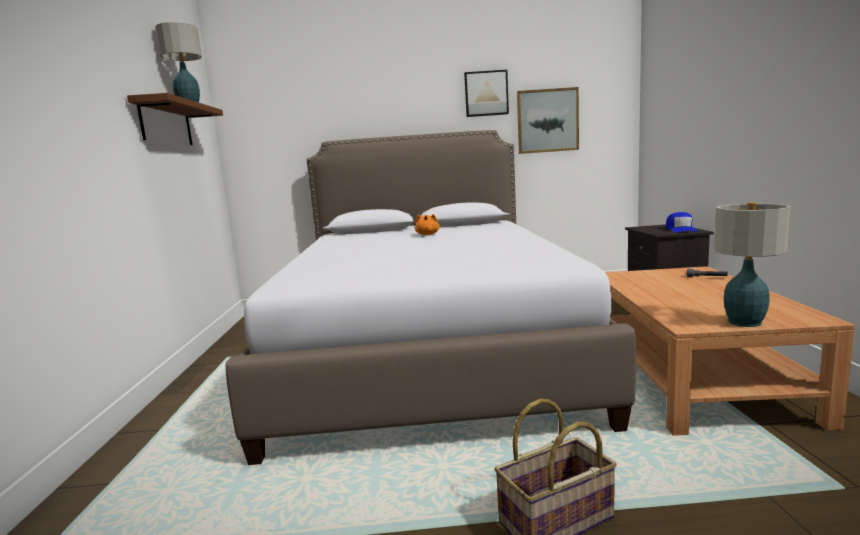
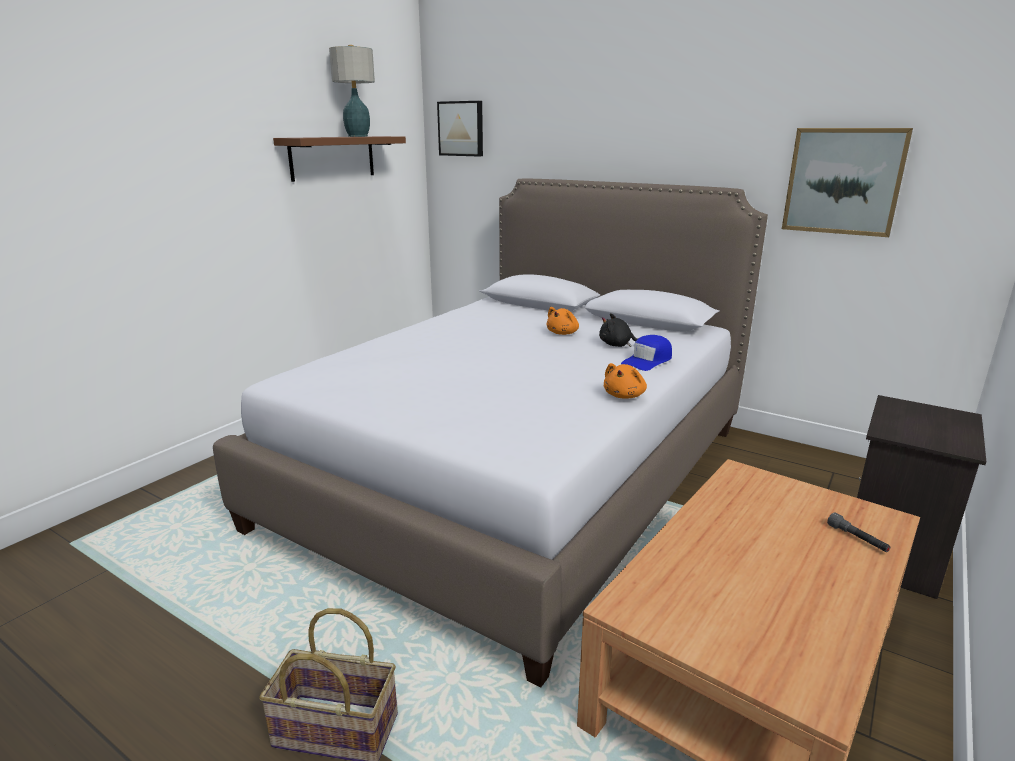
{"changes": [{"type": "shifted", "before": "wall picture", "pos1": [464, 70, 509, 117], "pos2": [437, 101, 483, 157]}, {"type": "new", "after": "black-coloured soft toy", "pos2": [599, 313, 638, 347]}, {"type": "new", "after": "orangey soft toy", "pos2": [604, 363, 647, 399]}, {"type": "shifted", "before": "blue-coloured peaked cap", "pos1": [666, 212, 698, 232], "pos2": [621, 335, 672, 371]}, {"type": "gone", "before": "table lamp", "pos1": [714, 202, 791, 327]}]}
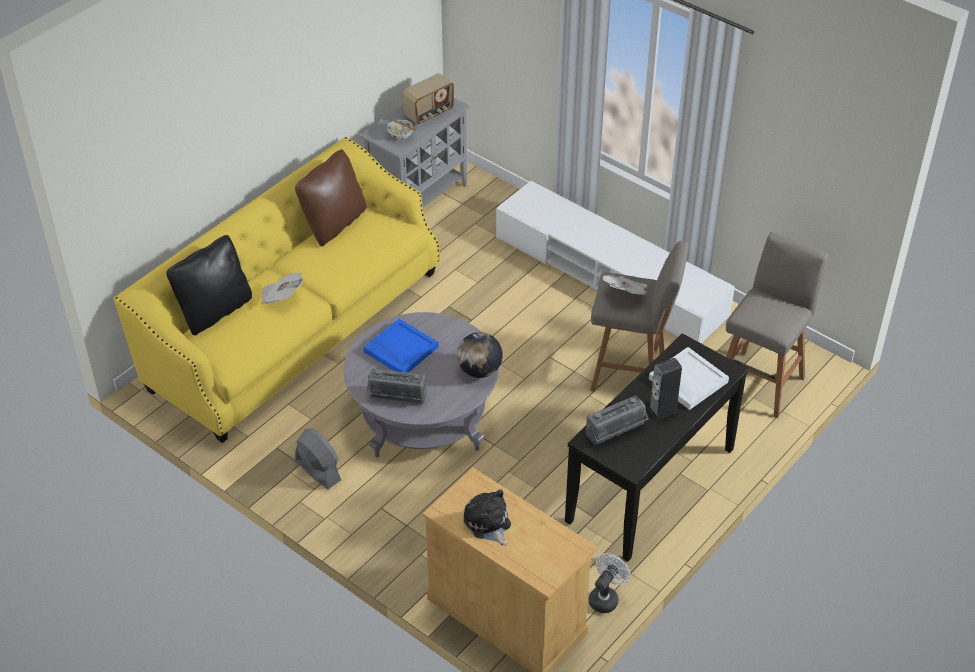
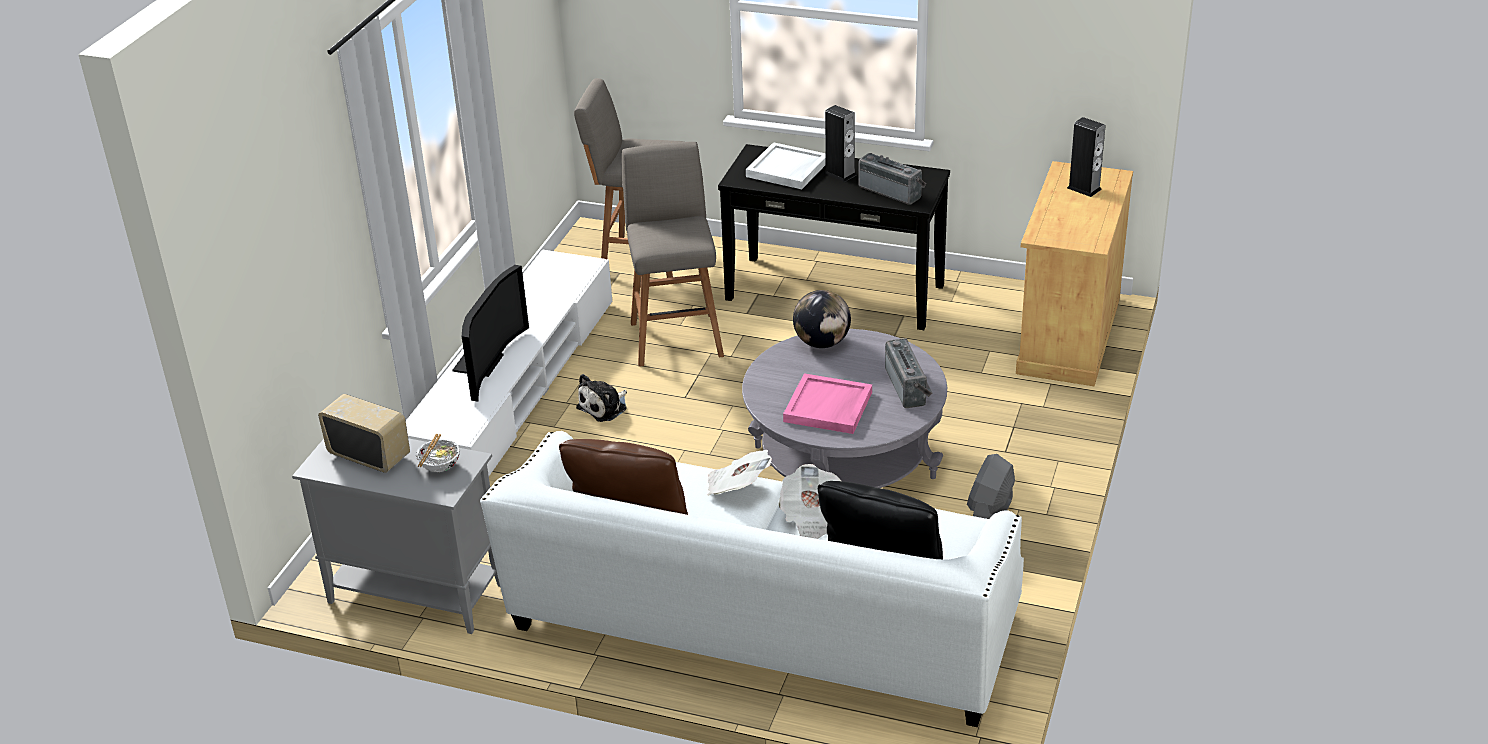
{"changes": [{"type": "new", "after": "television", "pos2": [452, 265, 529, 402]}, {"type": "repainted", "before": "yellow-coloured settee", "after": "whitish settee", "pos1": [114, 137, 440, 443], "pos2": [480, 431, 1024, 727]}, {"type": "shifted", "before": "soft toy", "pos1": [464, 489, 511, 546], "pos2": [576, 374, 627, 422]}, {"type": "shifted", "before": "newspaper", "pos1": [602, 275, 647, 295], "pos2": [707, 450, 772, 496]}, {"type": "repainted", "before": "blue-coloured carrying tray", "after": "pink carrying tray", "pos1": [363, 319, 439, 373], "pos2": [783, 373, 872, 434]}, {"type": "new", "after": "loudspeaker", "pos2": [1067, 117, 1105, 197]}, {"type": "gone", "before": "whitish electric fan", "pos1": [589, 553, 631, 613]}]}
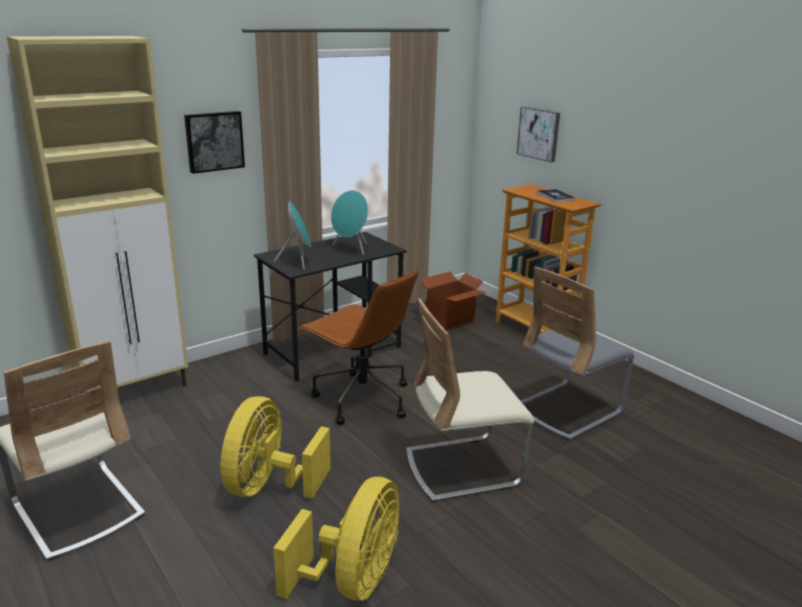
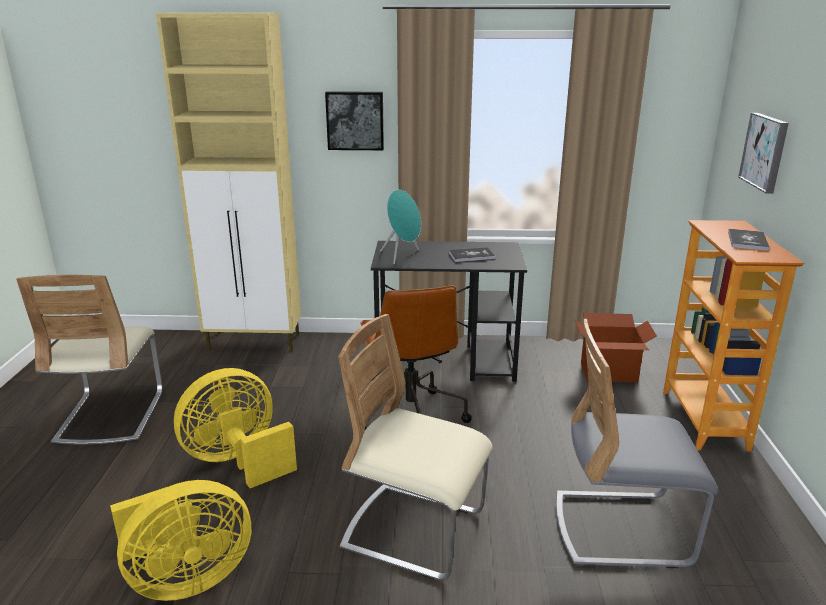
{"changes": [{"type": "swapped", "before": "turquoise loudspeaker", "after": "book", "pos1": [331, 190, 368, 255], "pos2": [449, 247, 496, 262]}]}
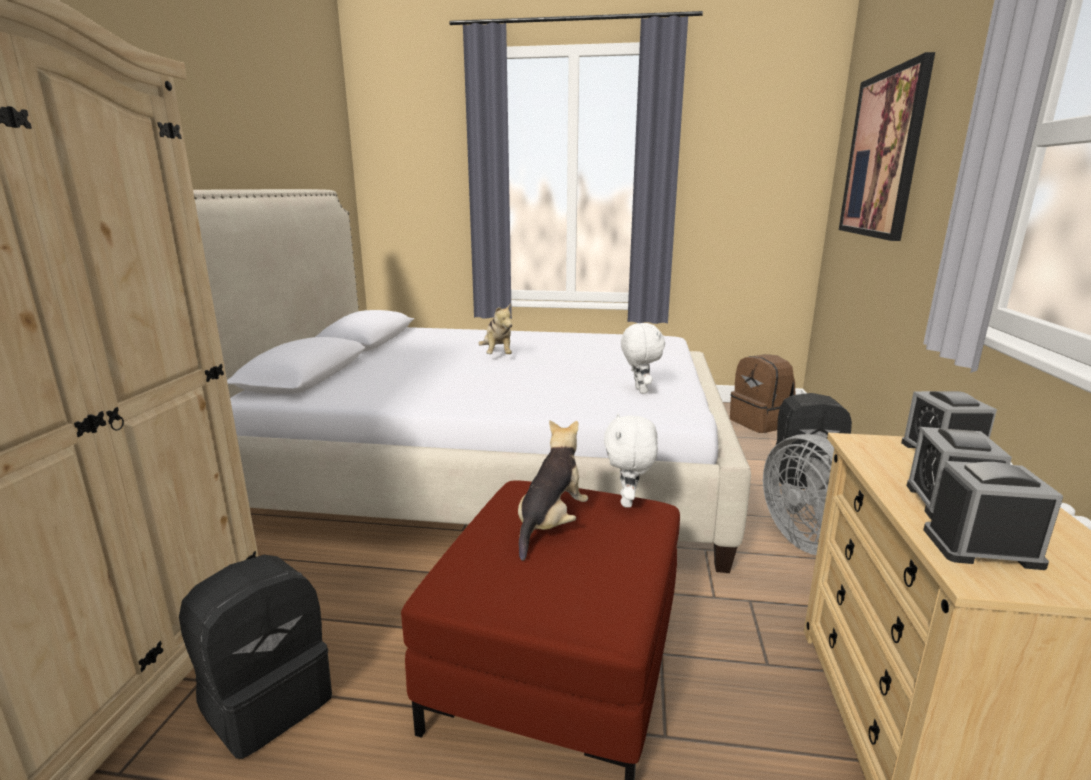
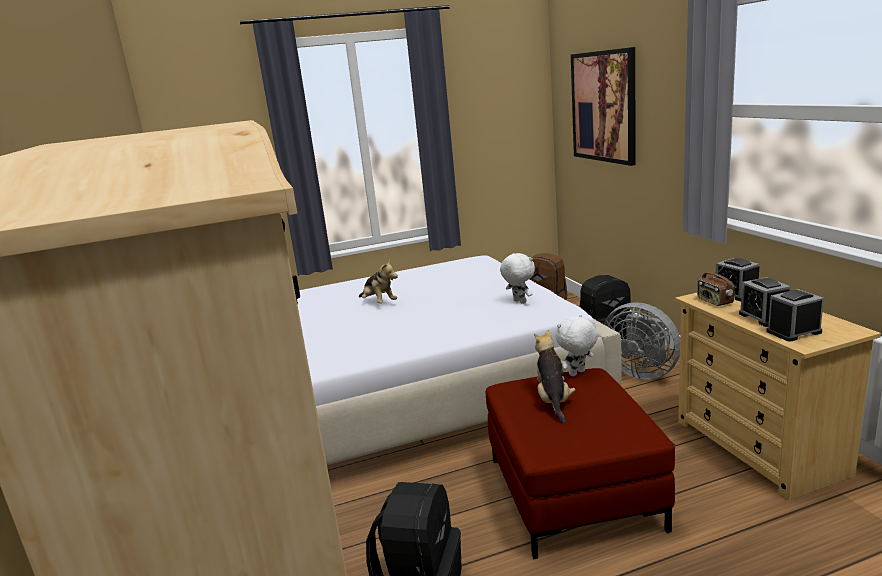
{"changes": [{"type": "rotated", "before": "whitish soft toy", "pos1": [604, 413, 658, 508], "pos2": [555, 314, 598, 376], "turn": 75}, {"type": "new", "after": "radio receiver", "pos2": [697, 264, 735, 306]}]}
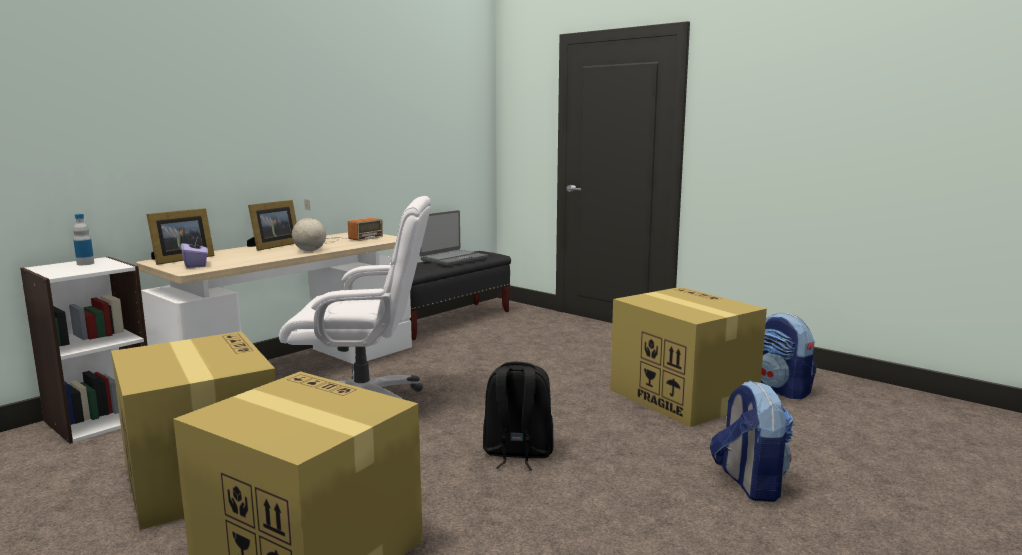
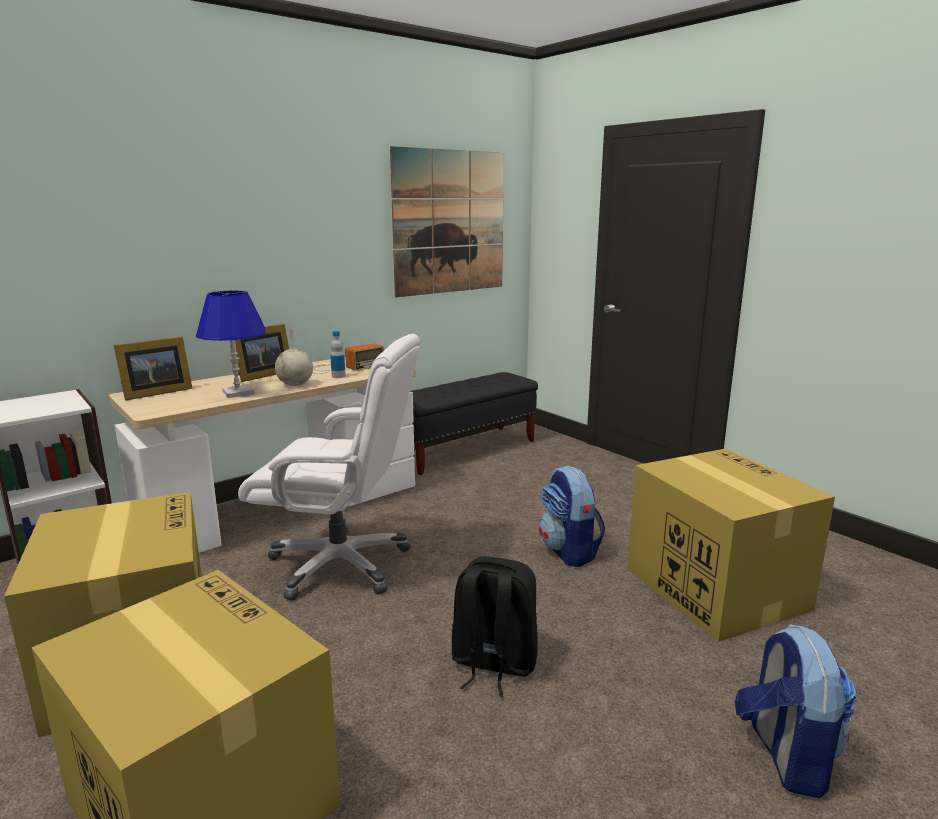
{"changes": [{"type": "new", "after": "blue-coloured table lamp", "pos2": [196, 290, 266, 398]}, {"type": "shifted", "before": "drink bottle", "pos1": [73, 213, 94, 265], "pos2": [330, 331, 346, 378]}, {"type": "new", "after": "wall picture", "pos2": [390, 146, 504, 297]}, {"type": "shifted", "before": "rucksack", "pos1": [761, 313, 816, 399], "pos2": [539, 466, 605, 567]}, {"type": "gone", "before": "purple-coloured box of tissues", "pos1": [181, 236, 208, 268]}, {"type": "gone", "before": "portable computer", "pos1": [419, 210, 488, 266]}]}
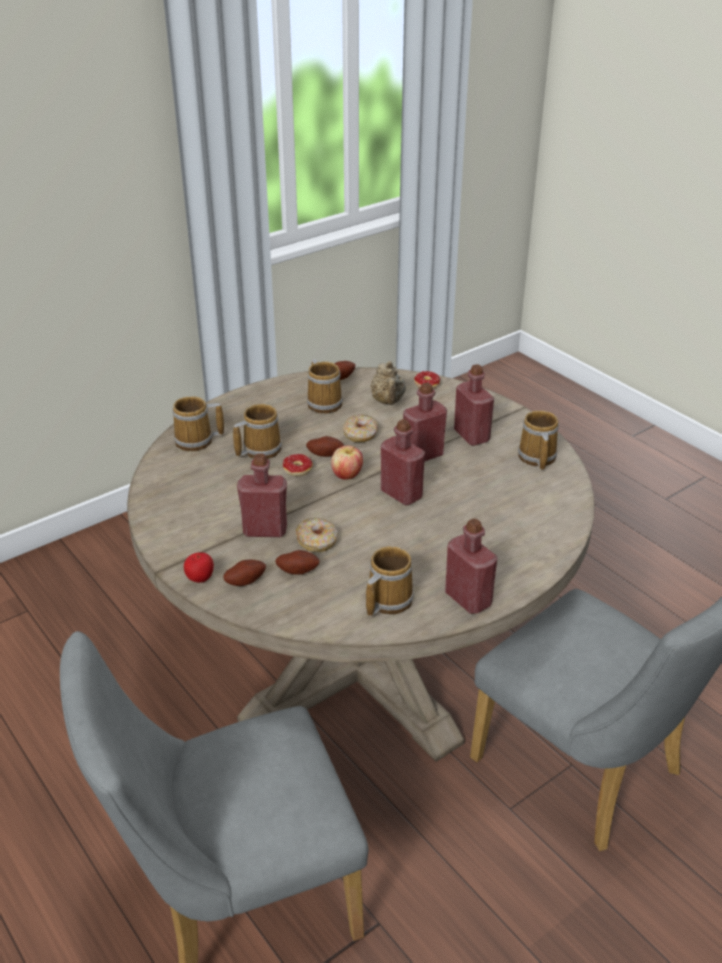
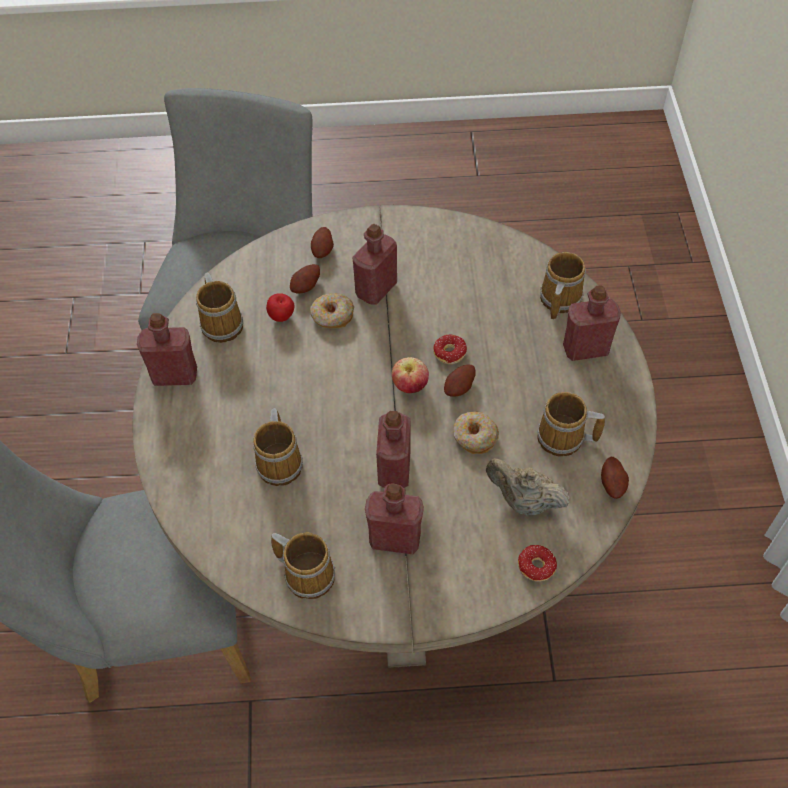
{"changes": [{"type": "shifted", "before": "mug", "pos1": [233, 404, 282, 459], "pos2": [253, 408, 303, 486]}, {"type": "shifted", "before": "apple", "pos1": [184, 552, 214, 583], "pos2": [266, 293, 294, 322]}, {"type": "shifted", "before": "reddish drink bottle", "pos1": [381, 419, 425, 506], "pos2": [563, 285, 621, 361]}]}
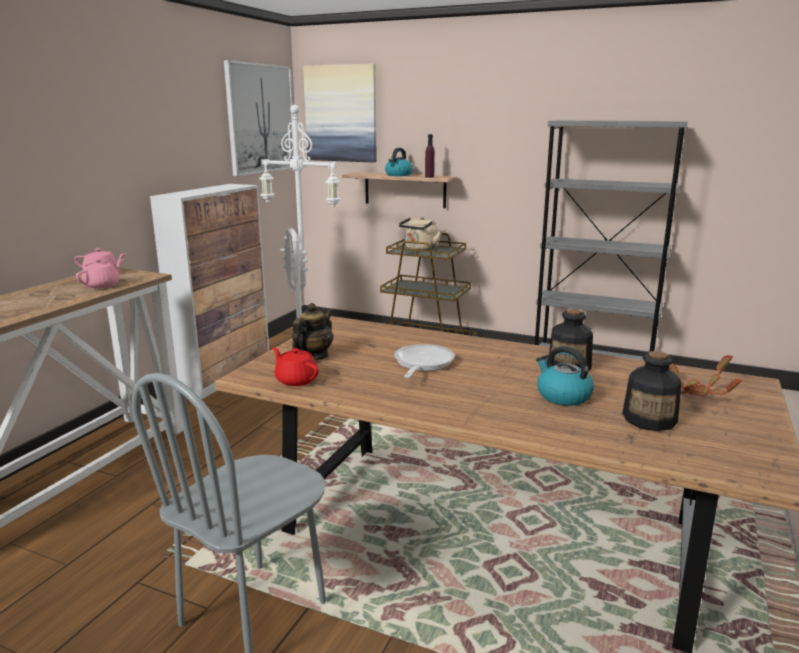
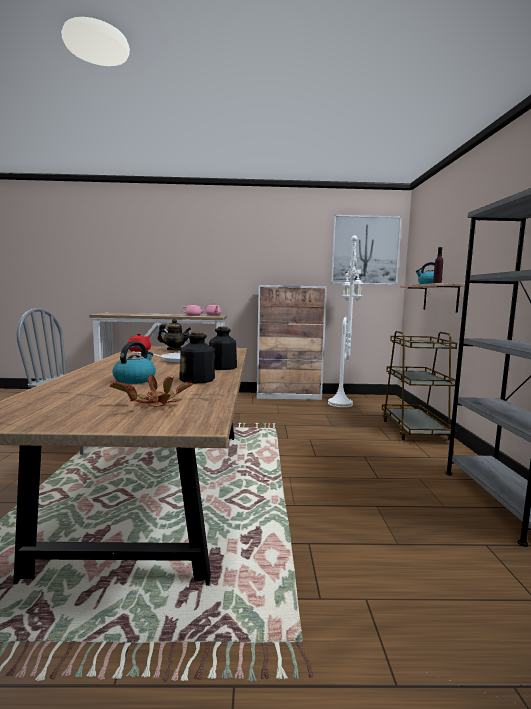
{"changes": [{"type": "shifted", "before": "drink bottle", "pos1": [622, 351, 682, 431], "pos2": [209, 327, 237, 370]}, {"type": "gone", "before": "wall picture", "pos1": [303, 64, 377, 162]}, {"type": "gone", "before": "sand-coloured tea kettle", "pos1": [399, 217, 441, 251]}]}
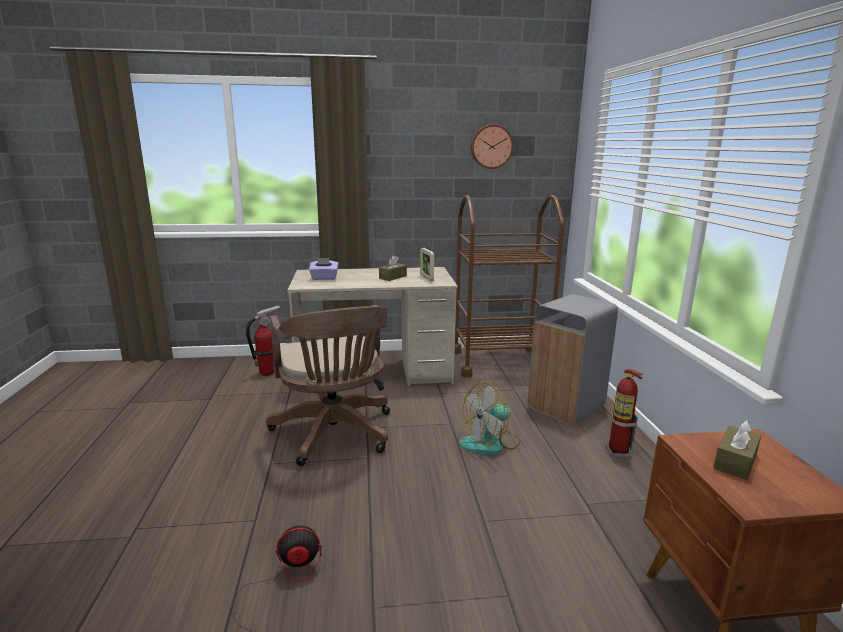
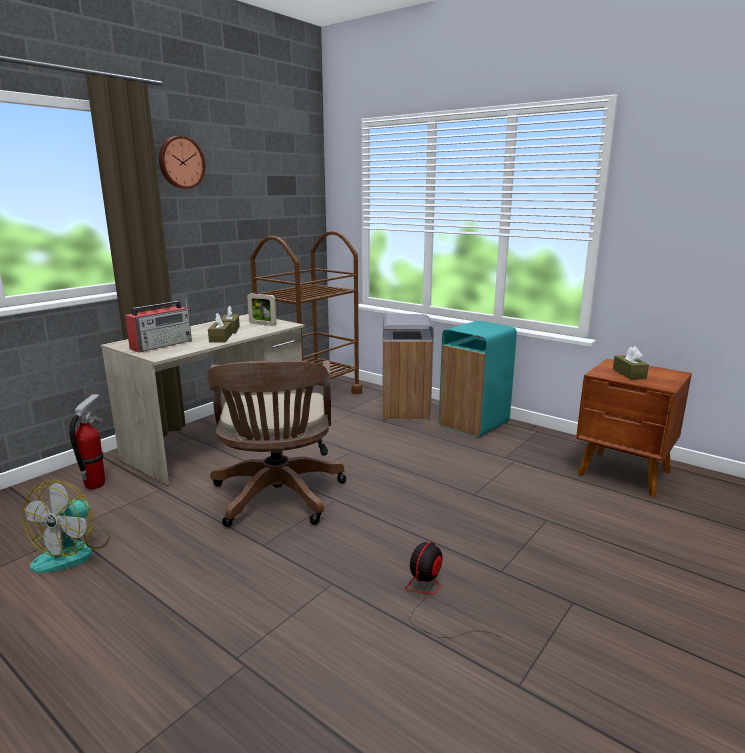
{"changes": [{"type": "shifted", "before": "electric fan", "pos1": [459, 382, 521, 455], "pos2": [22, 480, 111, 573]}, {"type": "swapped", "before": "purple-coloured box of tissues", "after": "radio receiver", "pos1": [309, 258, 339, 280], "pos2": [125, 299, 192, 352]}, {"type": "shifted", "before": "hanging clock", "pos1": [471, 124, 513, 169], "pos2": [159, 136, 205, 189]}, {"type": "rotated", "before": "brownish desk chair", "pos1": [266, 305, 390, 466], "pos2": [207, 360, 346, 527], "turn": 60}, {"type": "new", "after": "brownish box of tissues", "pos2": [208, 313, 232, 343]}, {"type": "swapped", "before": "fire-fighting cylinder", "after": "turquoise rubbish bin", "pos1": [605, 369, 643, 457], "pos2": [439, 321, 517, 437]}]}
